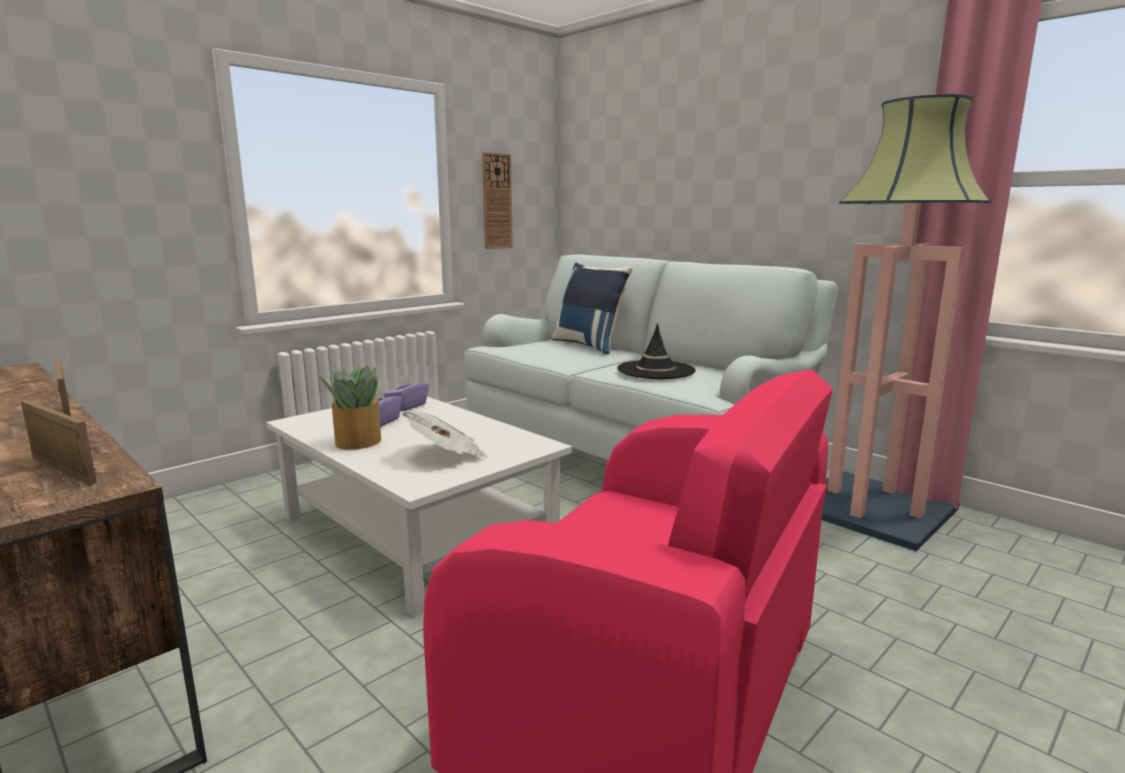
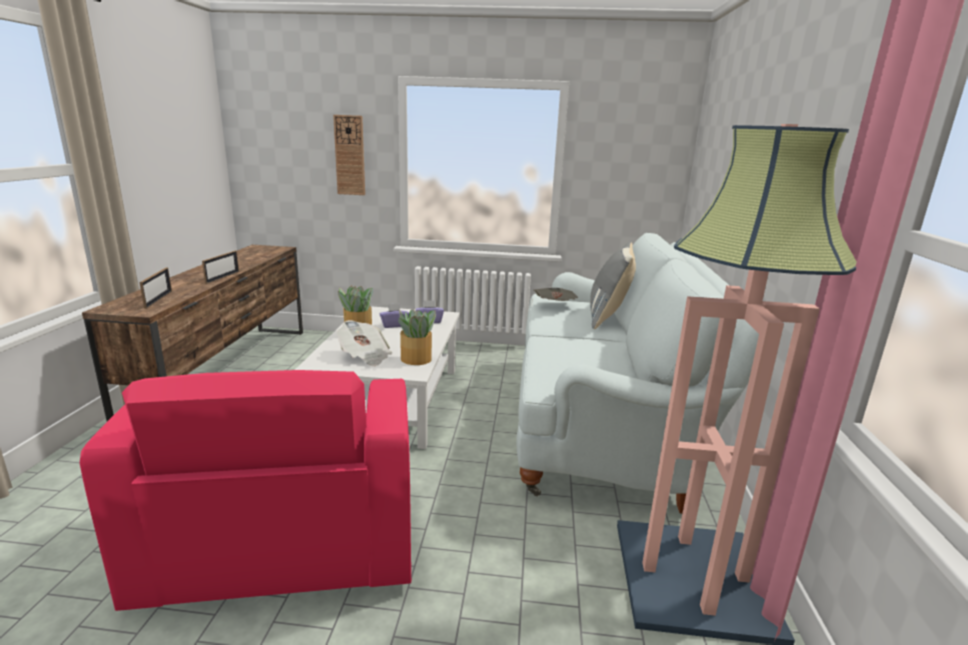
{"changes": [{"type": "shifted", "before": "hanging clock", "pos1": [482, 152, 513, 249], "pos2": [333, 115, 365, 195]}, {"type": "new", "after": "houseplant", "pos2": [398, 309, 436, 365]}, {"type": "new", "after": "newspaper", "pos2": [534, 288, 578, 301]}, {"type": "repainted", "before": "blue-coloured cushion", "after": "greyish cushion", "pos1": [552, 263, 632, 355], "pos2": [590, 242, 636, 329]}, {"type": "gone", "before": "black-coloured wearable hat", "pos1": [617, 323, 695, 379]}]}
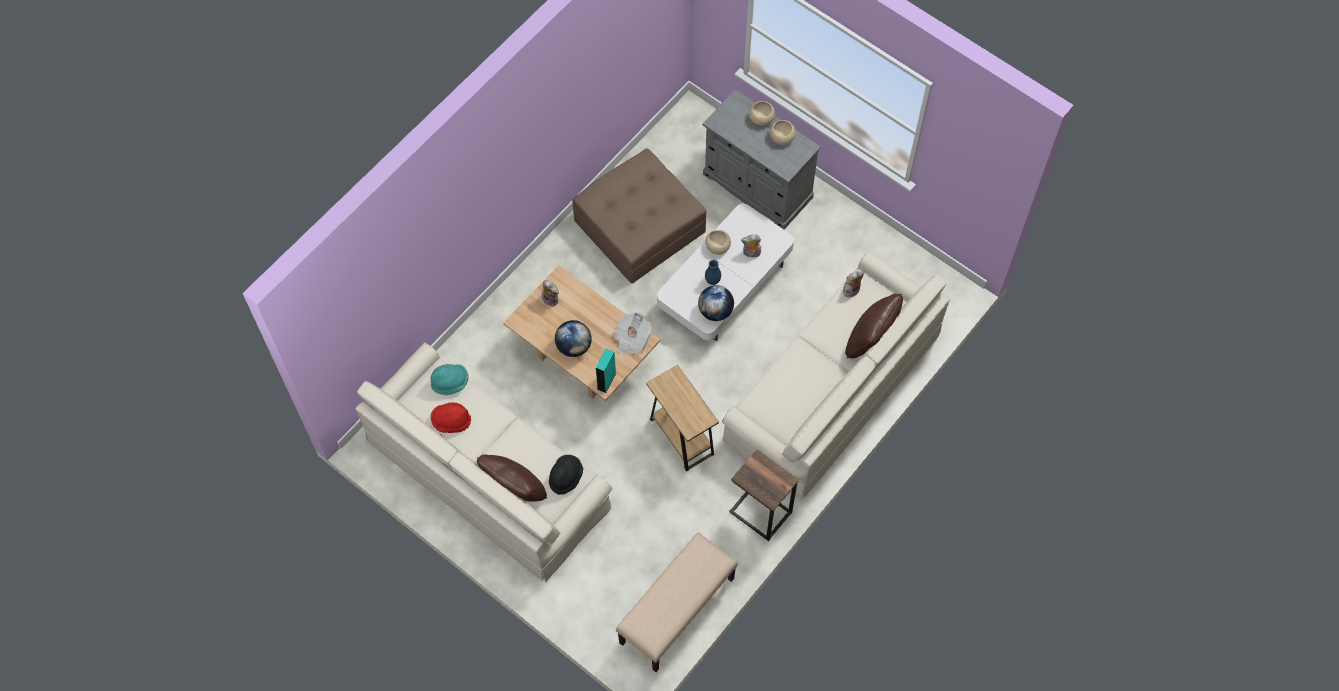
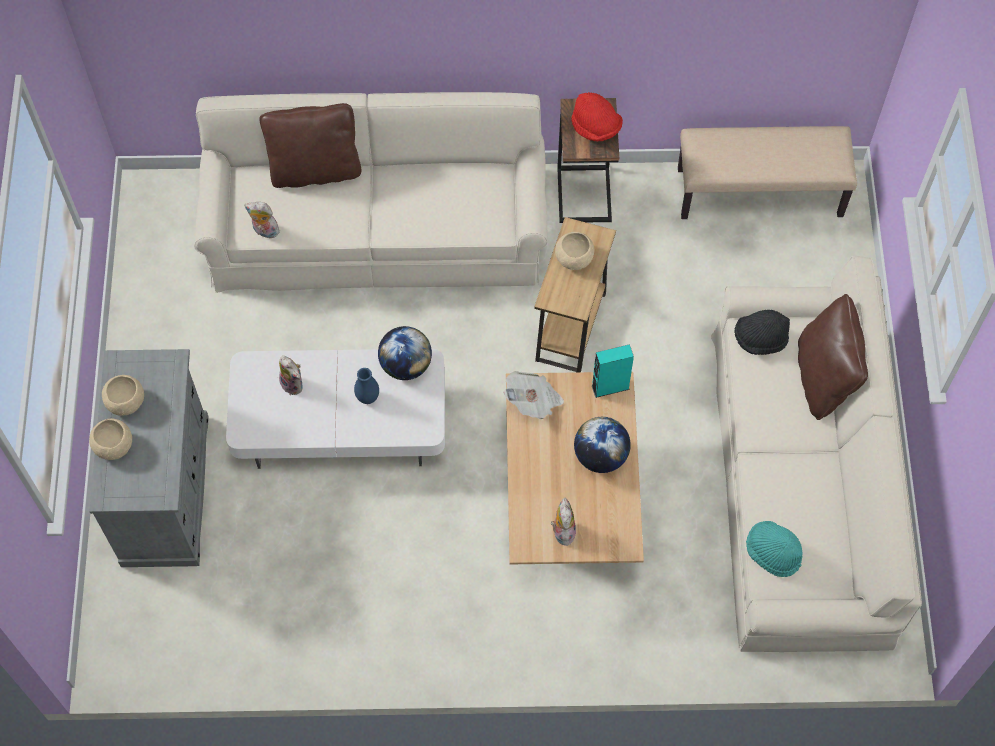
{"changes": [{"type": "shifted", "before": "sand-coloured deep dish", "pos1": [705, 230, 731, 255], "pos2": [555, 232, 594, 270]}, {"type": "shifted", "before": "reddish wearable hat", "pos1": [430, 402, 471, 433], "pos2": [571, 92, 623, 142]}, {"type": "gone", "before": "brownish footrest", "pos1": [572, 148, 706, 284]}]}
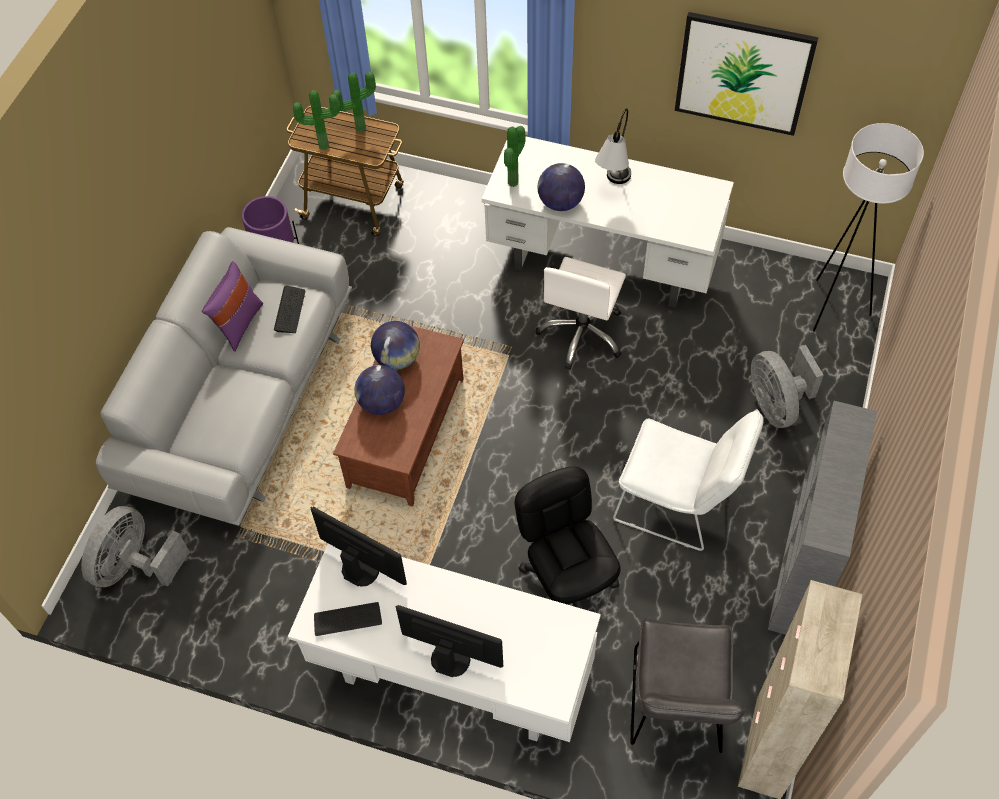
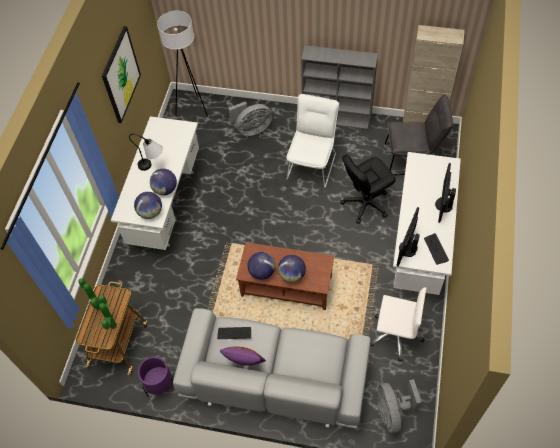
{"changes": [{"type": "swapped", "before": "houseplant", "after": "desk globe", "pos1": [504, 126, 526, 187], "pos2": [134, 192, 162, 219]}, {"type": "shifted", "before": "whitish desk chair", "pos1": [536, 257, 626, 370], "pos2": [370, 287, 426, 361]}, {"type": "rotated", "before": "greyish electric fan", "pos1": [81, 506, 190, 587], "pos2": [377, 379, 421, 433], "turn": 60}]}
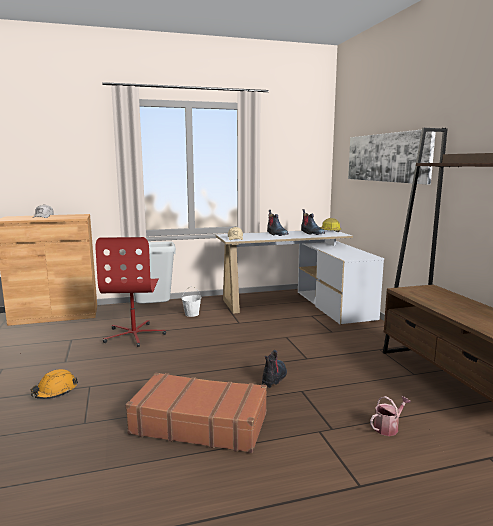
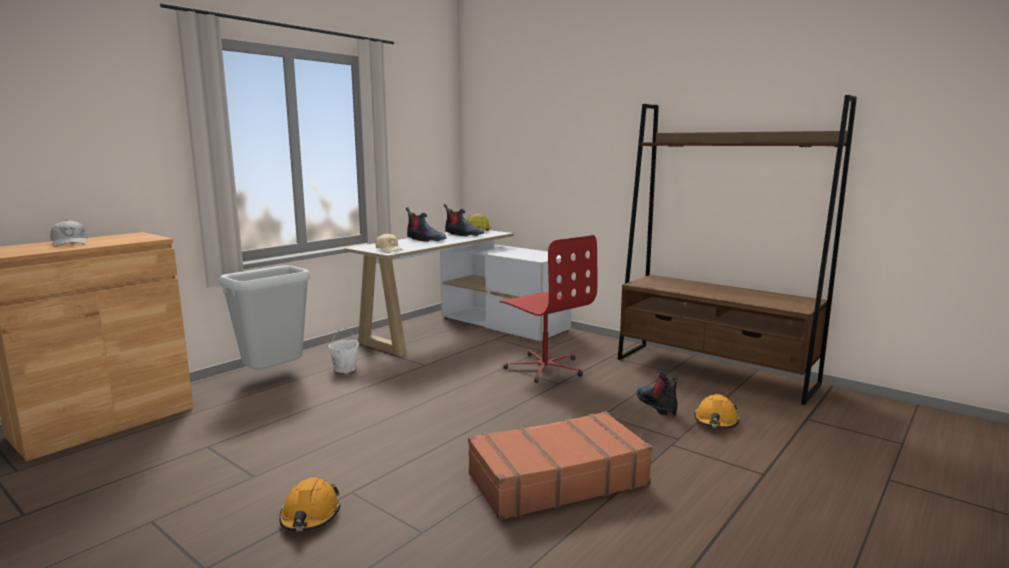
{"changes": [{"type": "shifted", "before": "reddish desk chair", "pos1": [96, 237, 166, 347], "pos2": [500, 235, 597, 383]}, {"type": "shifted", "before": "high-top boot", "pos1": [262, 350, 287, 388], "pos2": [636, 371, 678, 416]}, {"type": "swapped", "before": "watering can", "after": "orangey safety helmet", "pos1": [370, 396, 411, 436], "pos2": [694, 394, 740, 428]}, {"type": "gone", "before": "wall picture", "pos1": [348, 130, 436, 185]}]}
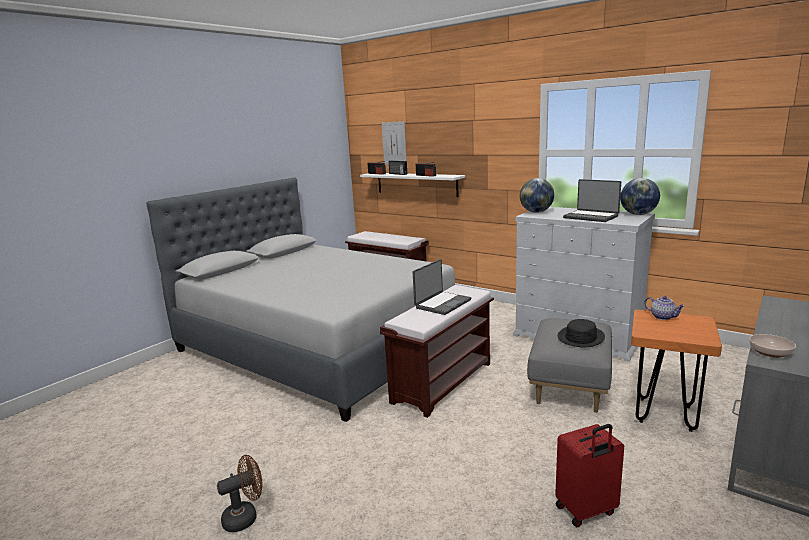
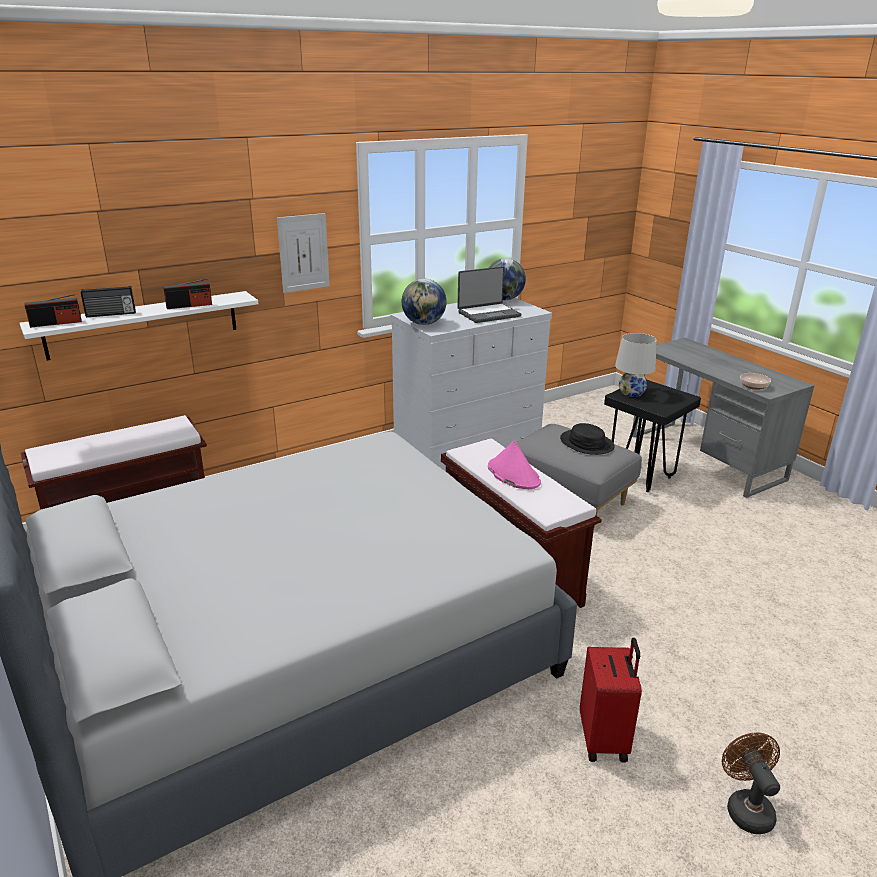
{"changes": [{"type": "shifted", "before": "wall picture", "pos1": [382, 121, 407, 165], "pos2": [277, 213, 330, 293]}, {"type": "swapped", "before": "portable computer", "after": "pink wearable hat", "pos1": [413, 259, 471, 315], "pos2": [488, 440, 541, 489]}, {"type": "shifted", "before": "reddish piece of luggage", "pos1": [555, 424, 624, 527], "pos2": [580, 638, 642, 763]}, {"type": "repainted", "before": "orangey stool", "after": "black-coloured stool", "pos1": [631, 310, 722, 432], "pos2": [604, 380, 701, 492]}, {"type": "swapped", "before": "teapot", "after": "whitish table lamp", "pos1": [644, 296, 685, 320], "pos2": [615, 333, 657, 397]}]}
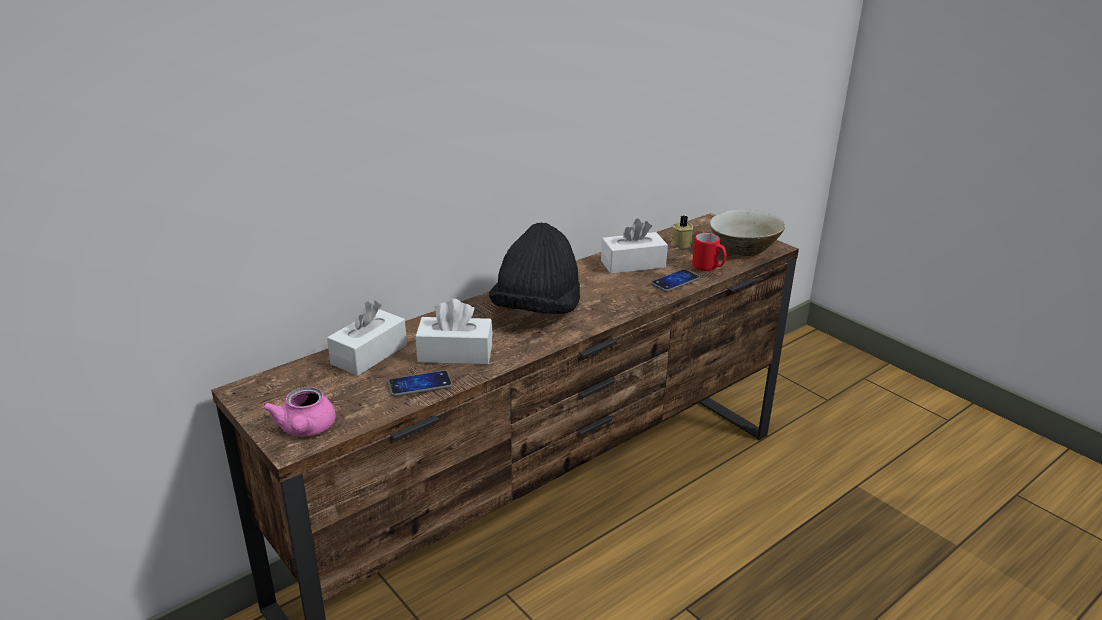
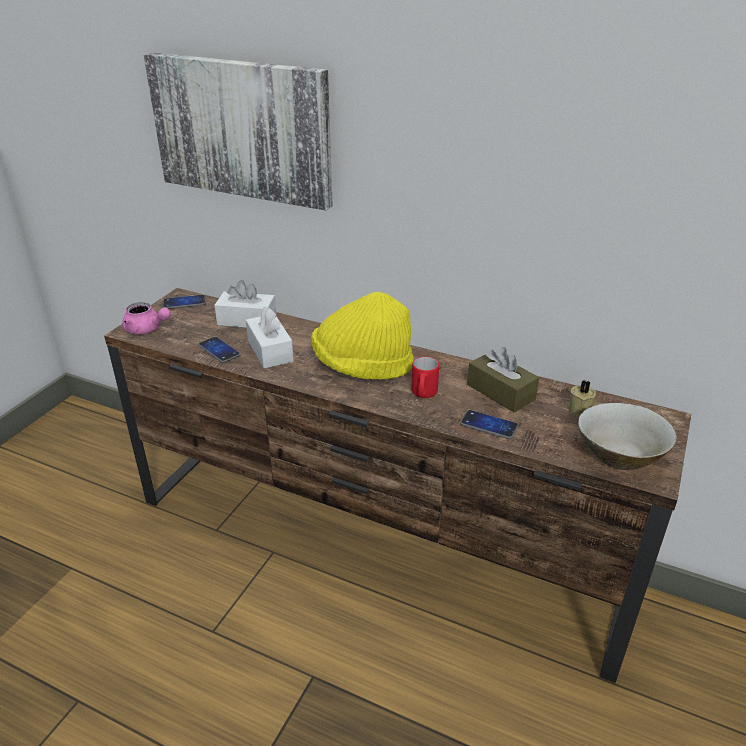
{"changes": [{"type": "rotated", "before": "pink teapot", "pos1": [262, 387, 336, 437], "pos2": [122, 302, 171, 334], "turn": -120}, {"type": "new", "after": "wall picture", "pos2": [143, 52, 333, 211]}, {"type": "new", "after": "phone", "pos2": [163, 295, 206, 309]}, {"type": "repainted", "before": "black-coloured wearable hat", "after": "yellow-coloured wearable hat", "pos1": [489, 223, 580, 314], "pos2": [311, 292, 414, 380]}, {"type": "shifted", "before": "reddish mug", "pos1": [692, 233, 727, 271], "pos2": [411, 357, 439, 398]}, {"type": "repainted", "before": "whitish box of tissues", "after": "brownish box of tissues", "pos1": [601, 219, 668, 274], "pos2": [467, 347, 539, 413]}]}
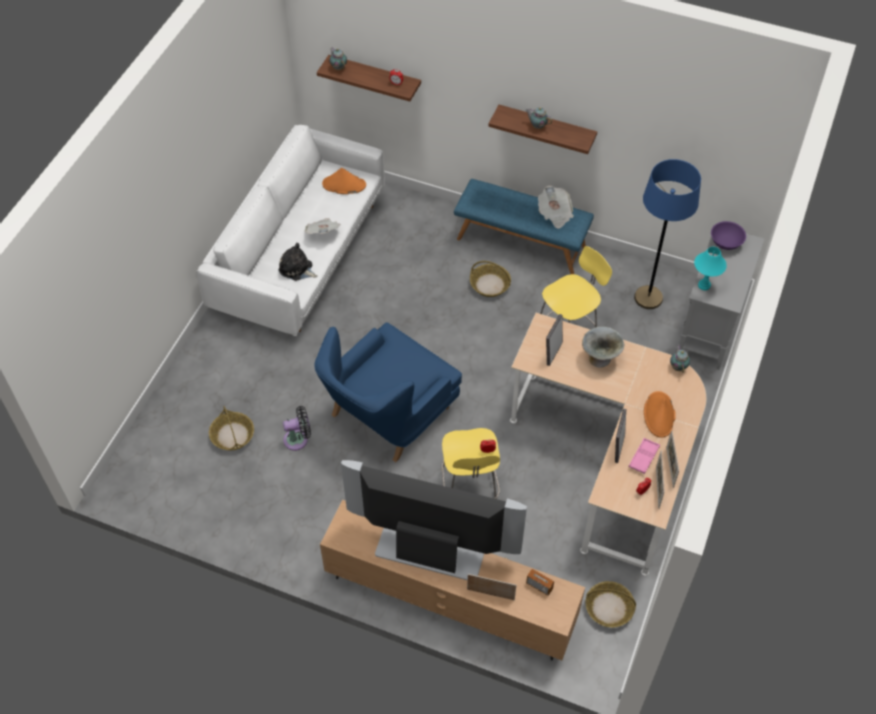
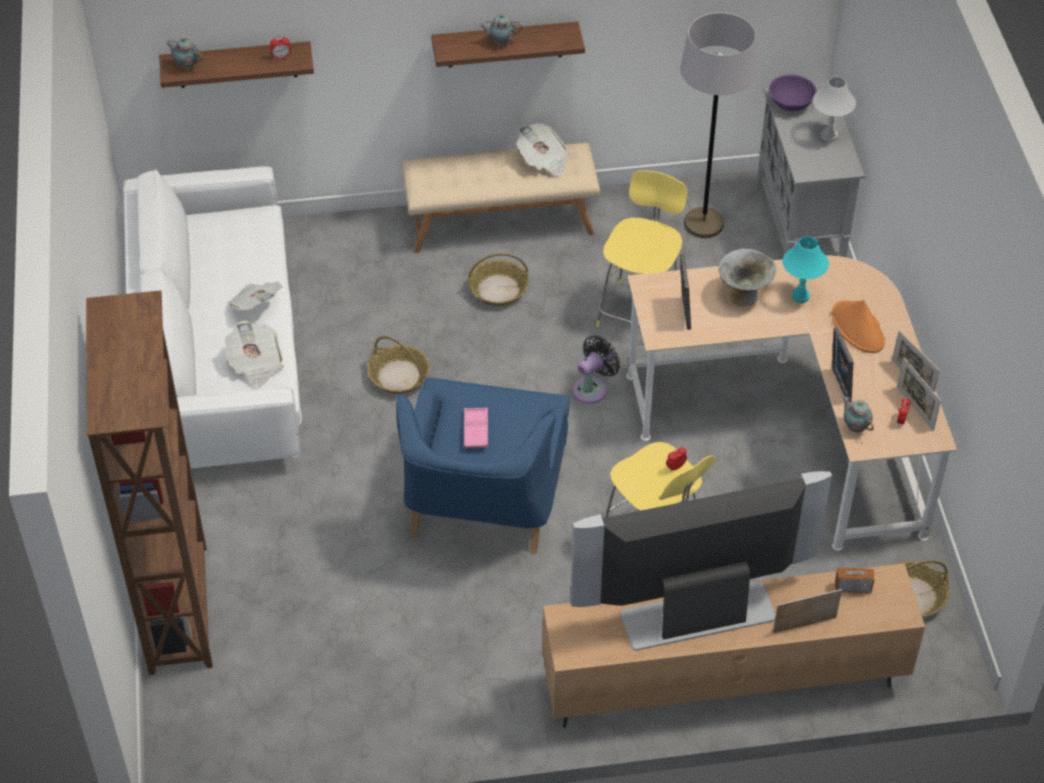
{"changes": [{"type": "new", "after": "brownish bookcase", "pos2": [86, 290, 213, 675]}, {"type": "swapped", "before": "soft toy", "after": "newspaper", "pos1": [279, 243, 318, 281], "pos2": [225, 320, 284, 387]}, {"type": "shifted", "before": "household basket", "pos1": [209, 406, 254, 450], "pos2": [367, 336, 430, 394]}, {"type": "repainted", "before": "blue-coloured bench", "after": "sand-coloured bench", "pos1": [454, 179, 594, 274], "pos2": [401, 143, 600, 253]}, {"type": "shifted", "before": "pink carrying tray", "pos1": [629, 438, 660, 474], "pos2": [464, 407, 488, 448]}, {"type": "shifted", "before": "black-coloured electric fan", "pos1": [283, 406, 311, 451], "pos2": [573, 336, 620, 404]}, {"type": "repainted", "before": "blue-coloured standing lamp", "after": "greyish standing lamp", "pos1": [634, 159, 701, 309], "pos2": [680, 12, 757, 238]}, {"type": "shifted", "before": "turquoise table lamp", "pos1": [694, 247, 727, 290], "pos2": [782, 236, 829, 303]}, {"type": "new", "after": "whitish table lamp", "pos2": [813, 77, 856, 142]}, {"type": "shifted", "before": "teapot", "pos1": [670, 344, 690, 373], "pos2": [842, 396, 874, 432]}, {"type": "gone", "before": "orangey wearable hat", "pos1": [322, 168, 366, 194]}]}
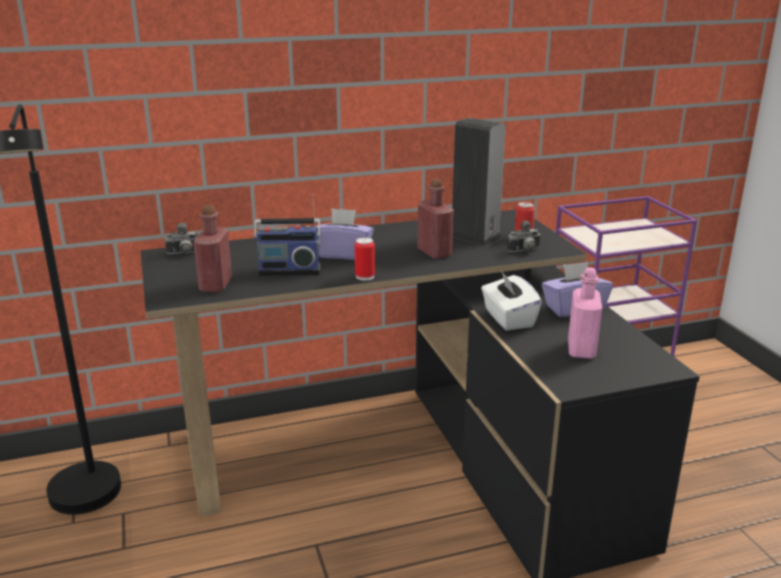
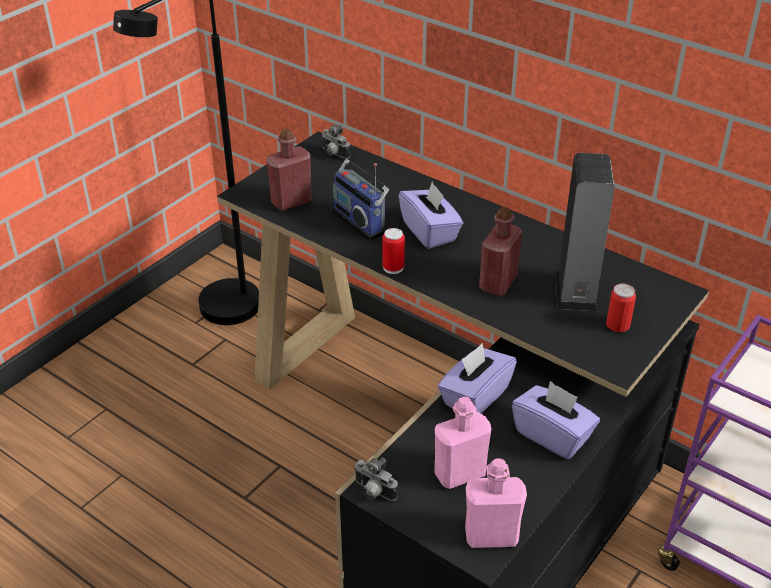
{"changes": [{"type": "shifted", "before": "photo camera", "pos1": [507, 220, 541, 253], "pos2": [354, 458, 398, 501]}, {"type": "repainted", "before": "whitish box of tissues", "after": "purple-coloured box of tissues", "pos1": [481, 271, 542, 331], "pos2": [437, 343, 517, 414]}, {"type": "new", "after": "pink drink bottle", "pos2": [465, 459, 527, 548]}]}
